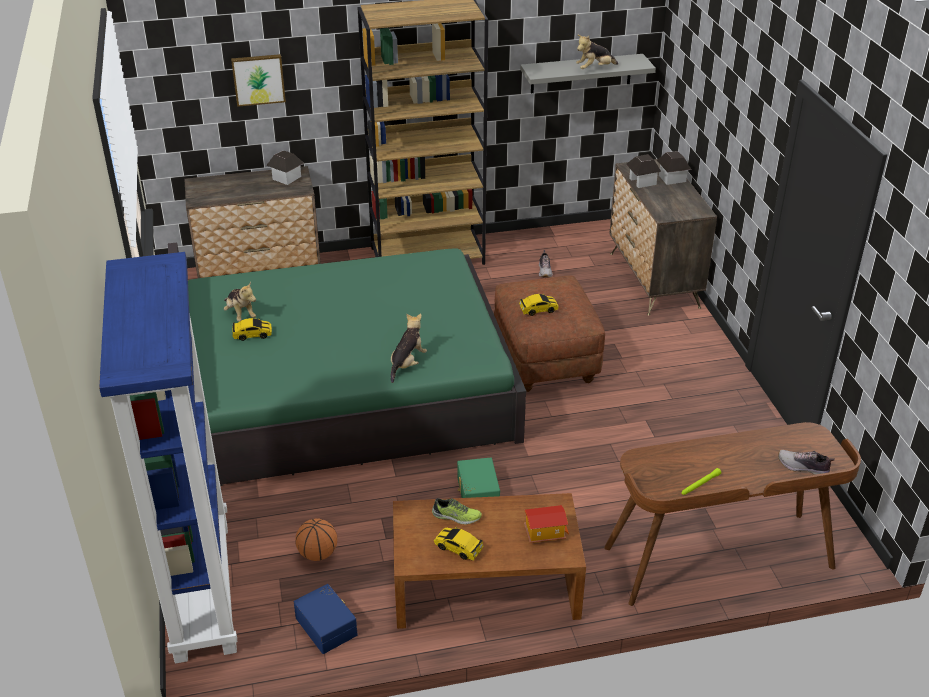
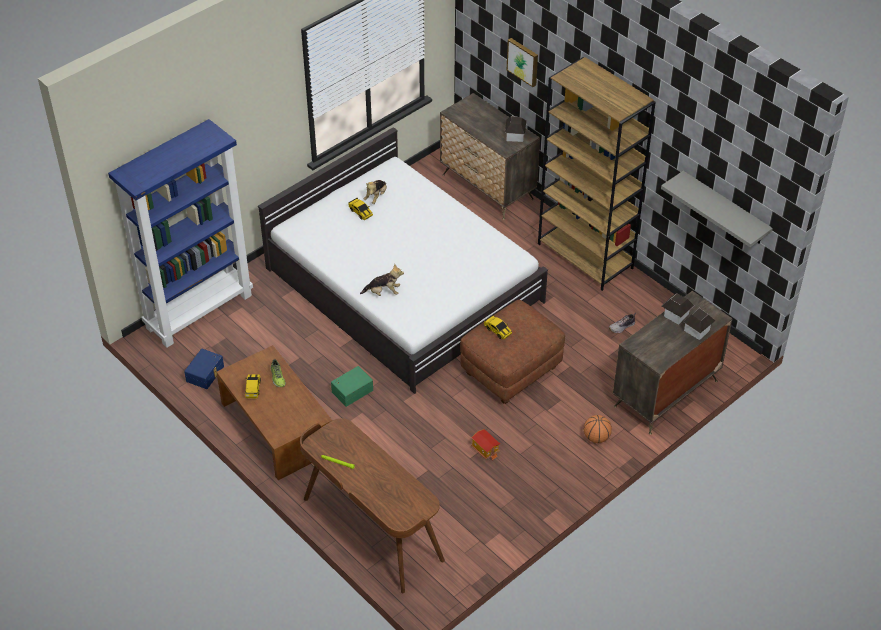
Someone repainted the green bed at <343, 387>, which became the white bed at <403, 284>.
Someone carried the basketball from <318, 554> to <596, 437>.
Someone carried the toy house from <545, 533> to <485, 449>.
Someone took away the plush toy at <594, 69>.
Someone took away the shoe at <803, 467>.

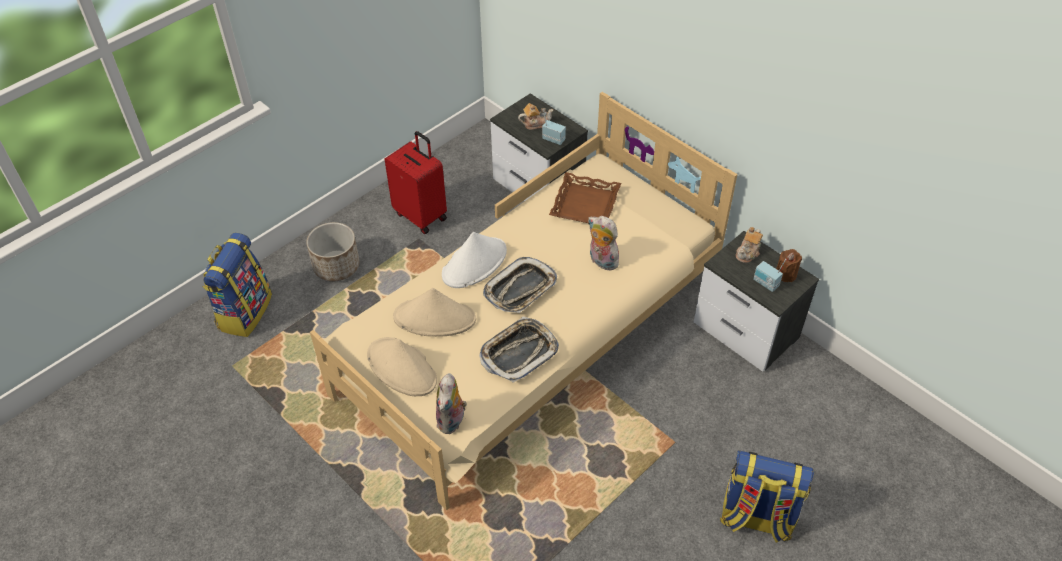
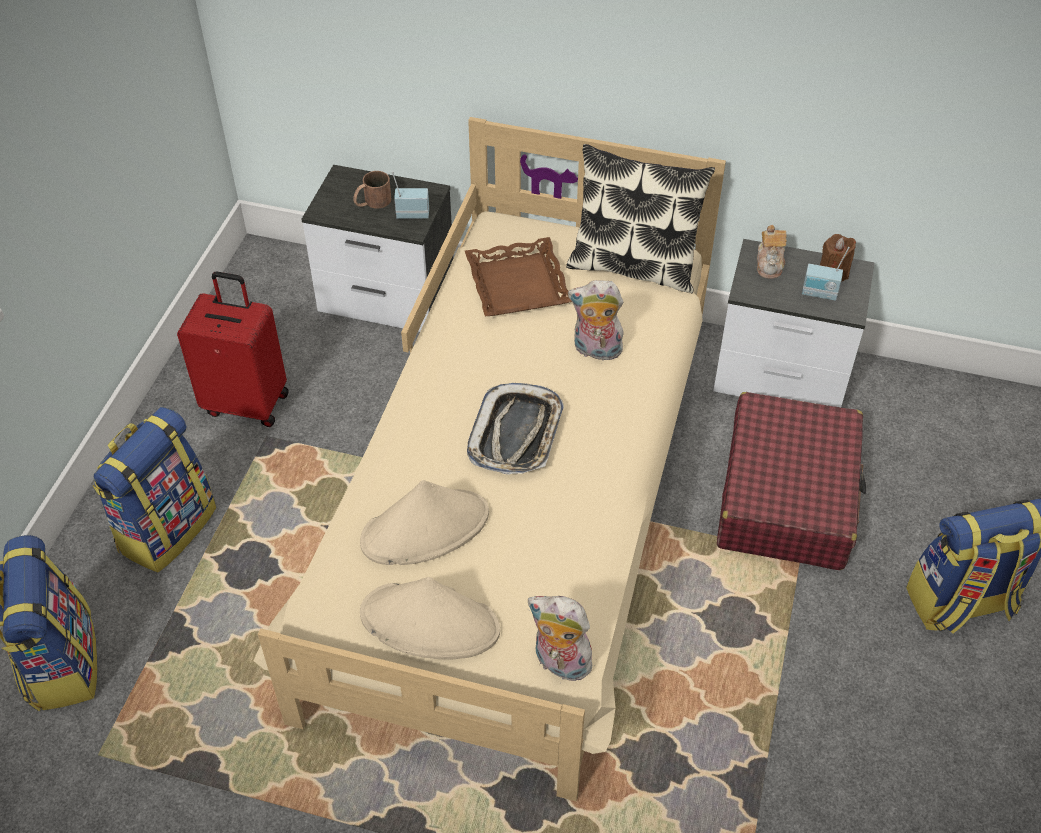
Someone swapped the planter at <336, 266> for the backpack at <166, 528>.
Someone rotated the plush toy at <452, 421> by 135 degrees clockwise.
Someone took away the white hat at <474, 263>.
Someone took away the tray at <519, 353>.
Someone swapped the teapot at <535, 123> for the brown mug at <372, 202>.
Someone put down the pillow at <633, 266>.
Someone put down the red suitcase at <787, 496>.

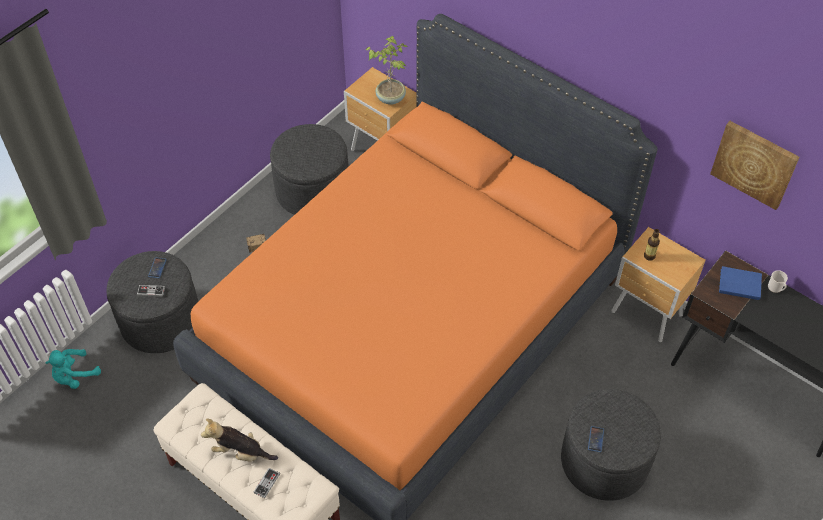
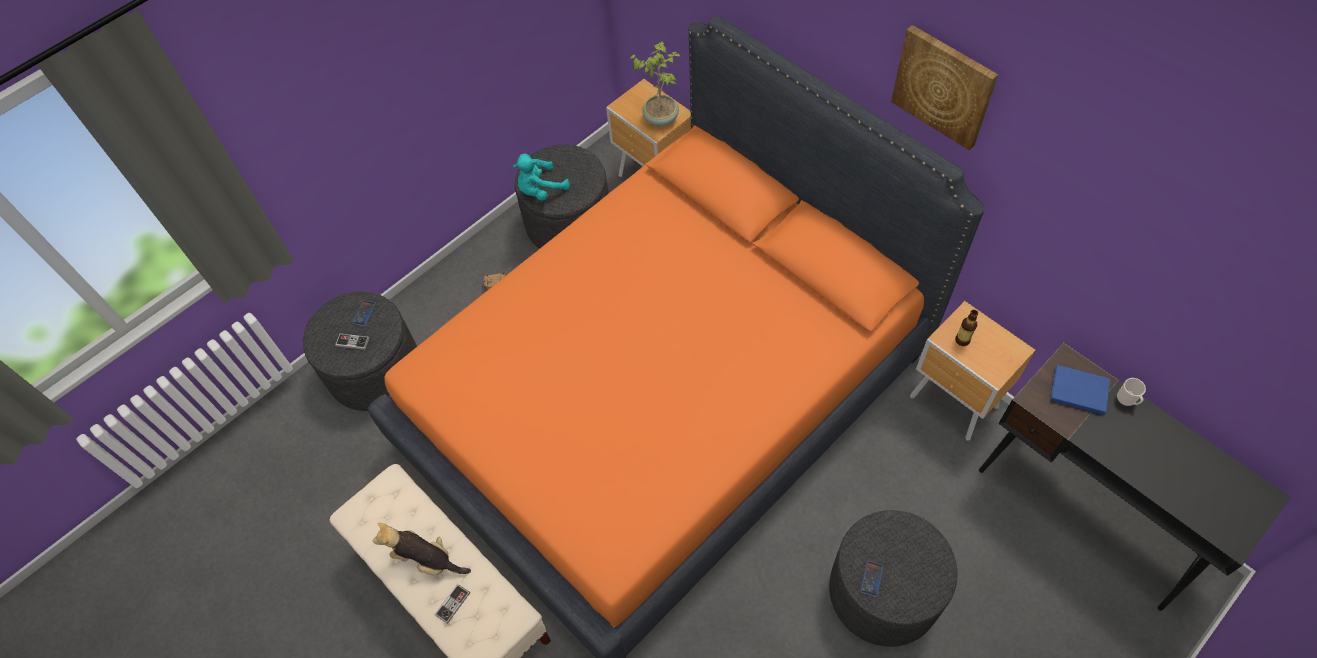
Someone carried the turquoise plush toy from <74, 376> to <540, 190>.
Someone carried the picture from <754, 163> to <944, 86>.

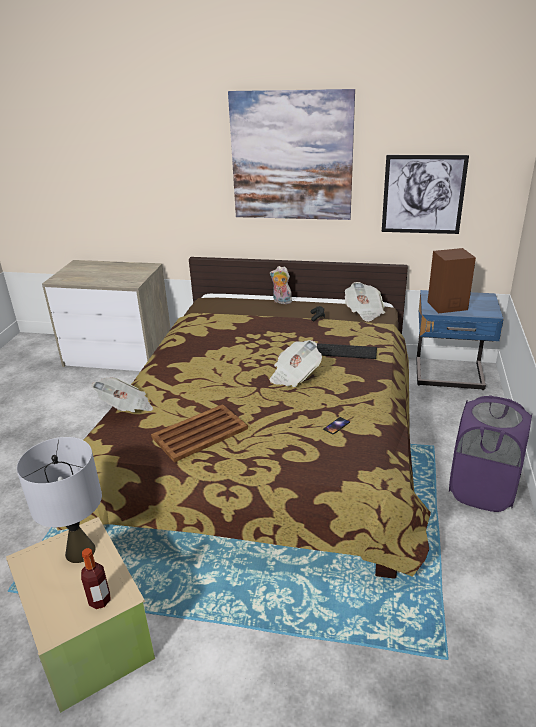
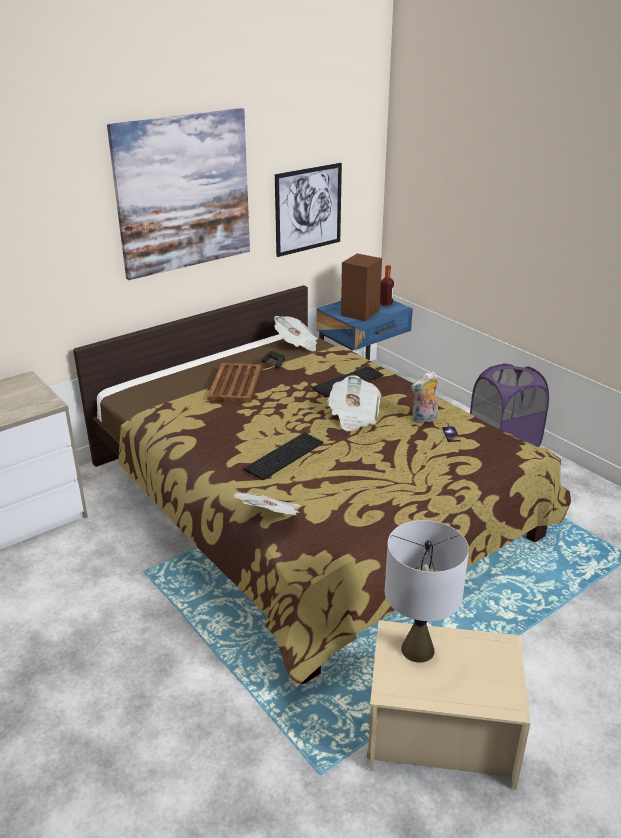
Someone carried the bottle from <100, 600> to <386, 304>.
Someone carried the brown tray from <199, 433> to <235, 383>.
Someone carried the plush toy from <281, 302> to <424, 419>.
Someone put down the keyboard at <284, 455>.

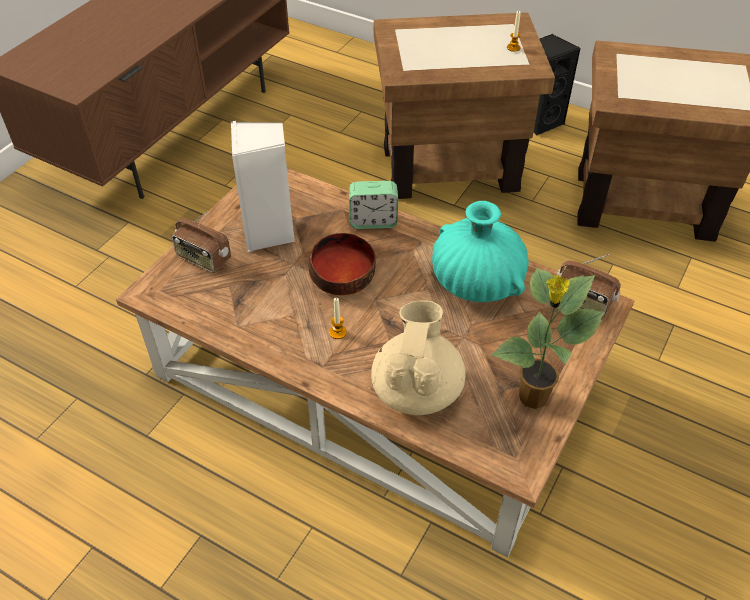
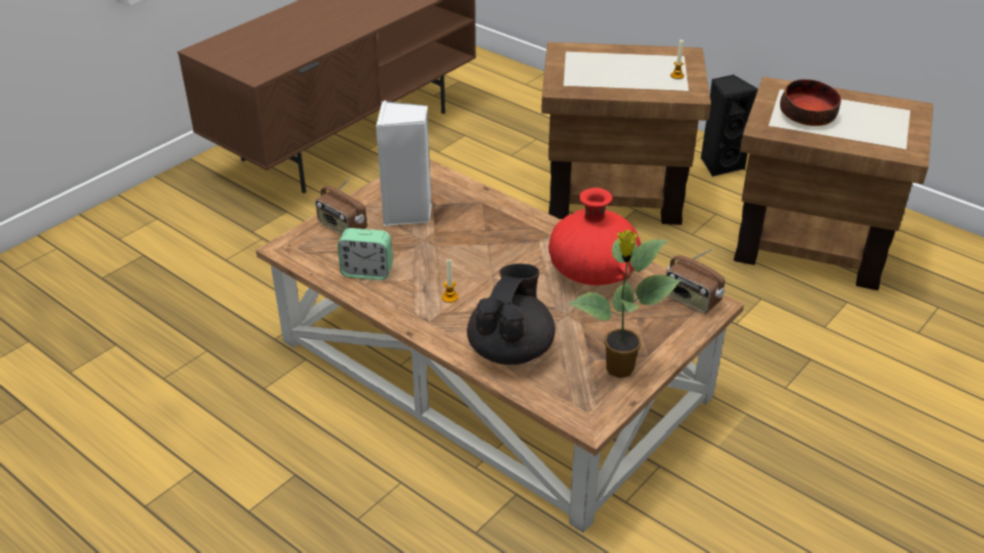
Someone carried the bowl from <342, 275> to <807, 115>.
Someone carried the alarm clock from <373, 221> to <367, 272>.
Someone repainted the beige teapot at <417, 389>, which became the black teapot at <511, 349>.
Someone repainted the turquoise vase at <476, 283>, which became the red vase at <592, 273>.

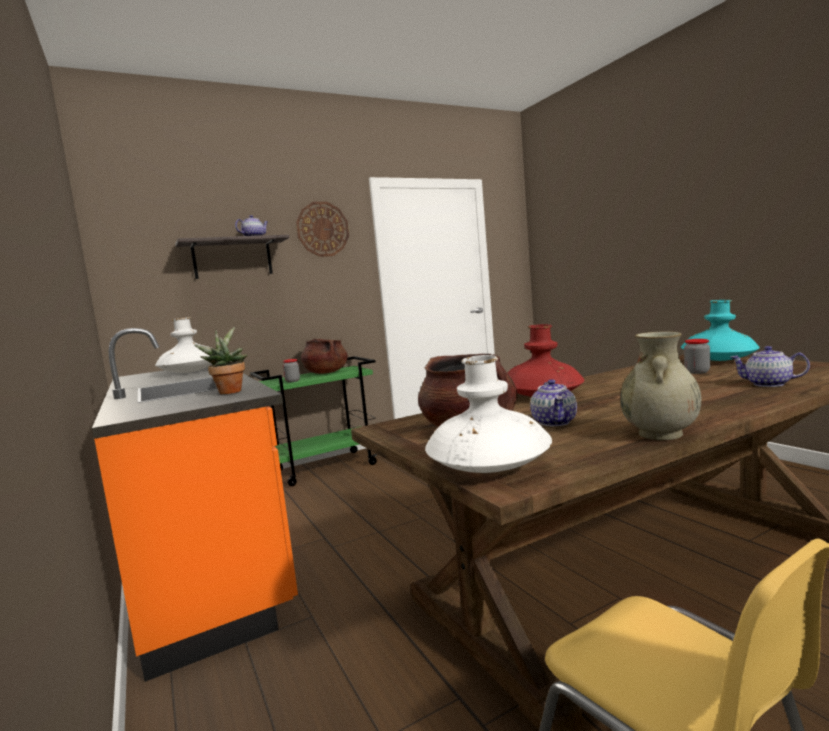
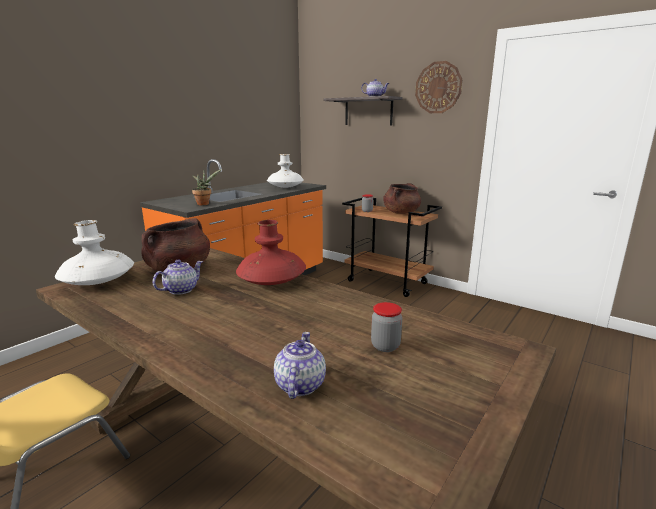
Someone repainted the green cart at <326, 467>, which became the brown cart at <388, 282>.
Someone rotated the teapot at <555, 422> by 150 degrees clockwise.
Someone took away the beige vase at <660, 434>.
Someone took away the turquoise vase at <719, 360>.

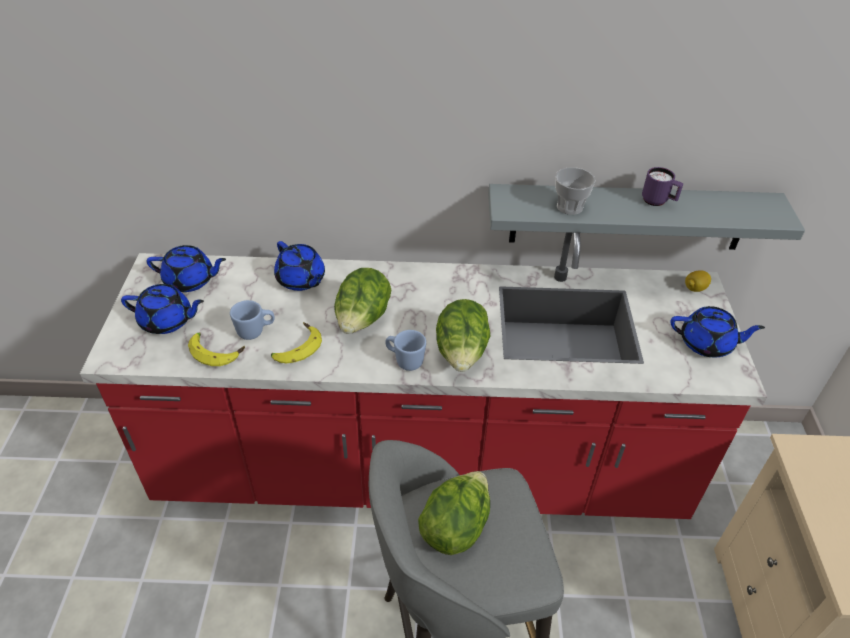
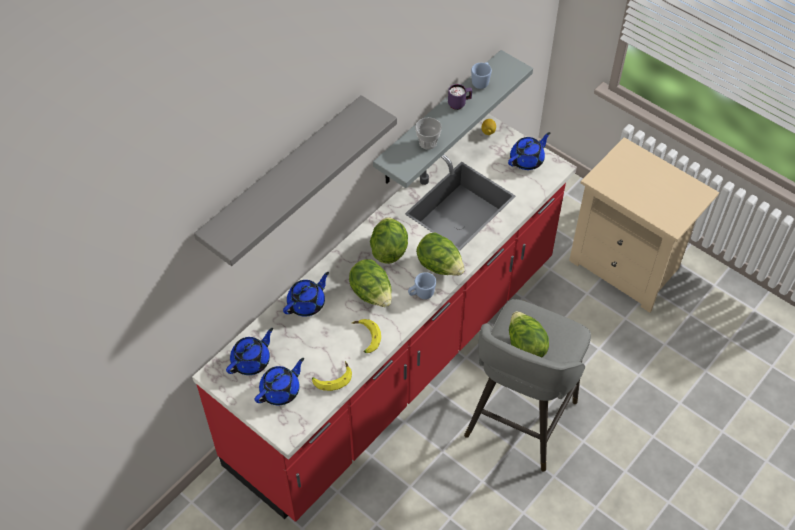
Someone carried the blue mug from <255, 331> to <481, 81>.
Someone rotated the blue teapot at <301, 280> by 45 degrees counterclockwise.
Someone put up the grey shelf at <283, 179>.
Someone put down the lettuce at <388, 250>.

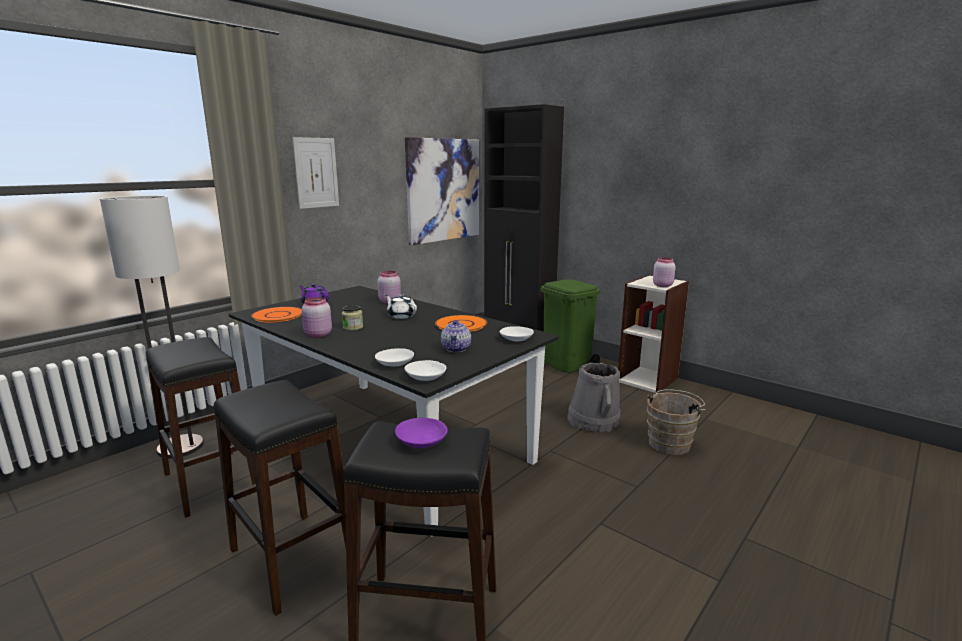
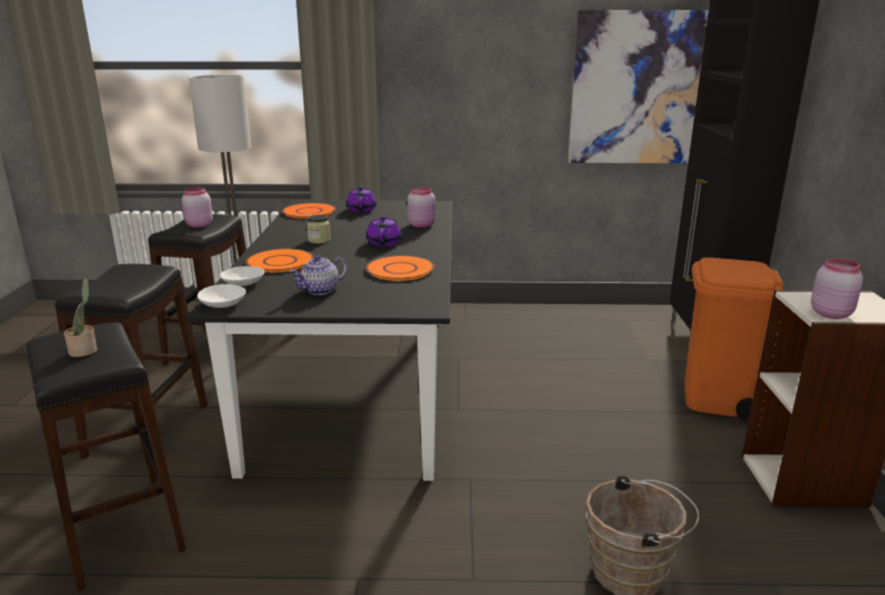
Someone took away the picture at <316, 173>.
Someone carried the pink jar from <317, 335> to <198, 225>.
Someone repainted the white teapot at <401, 316>, which became the purple teapot at <384, 242>.
Someone swapped the purple bowl at <422, 441> for the potted plant at <85, 350>.
Someone took away the white bowl at <516, 339>.
Someone repainted the green trash can at <567, 364>, which became the orange trash can at <716, 399>.
Someone took away the grey bucket at <593, 421>.
Someone put down the orange plate at <279, 262>.

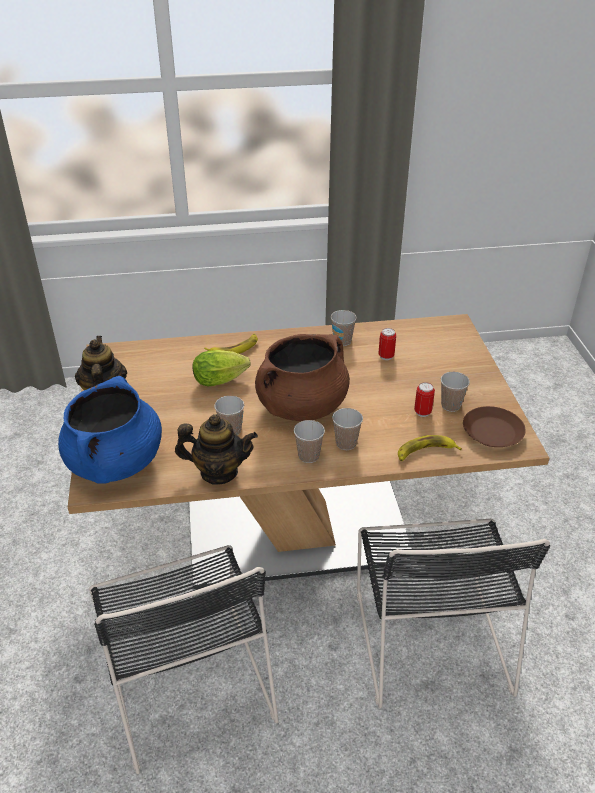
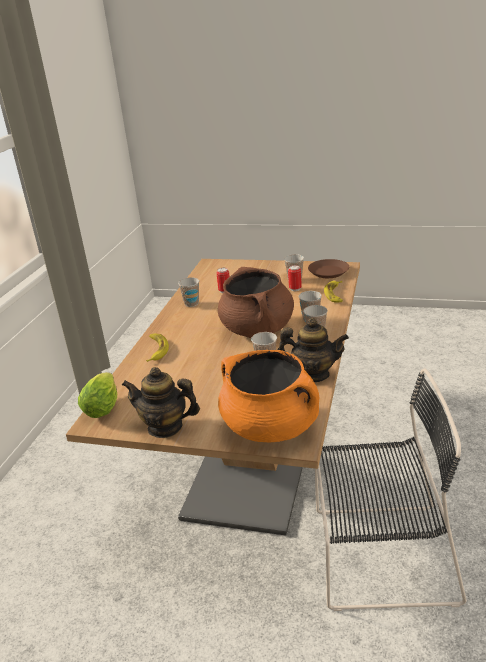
Someone repainted the blue cooking pot at <115, 462>, which became the orange cooking pot at <271, 427>.
Someone rotated the teapot at <218, 472> by 75 degrees clockwise.
Someone carried the lettuce from <223, 380> to <103, 406>.
Someone took away the black chair at <430, 635>.

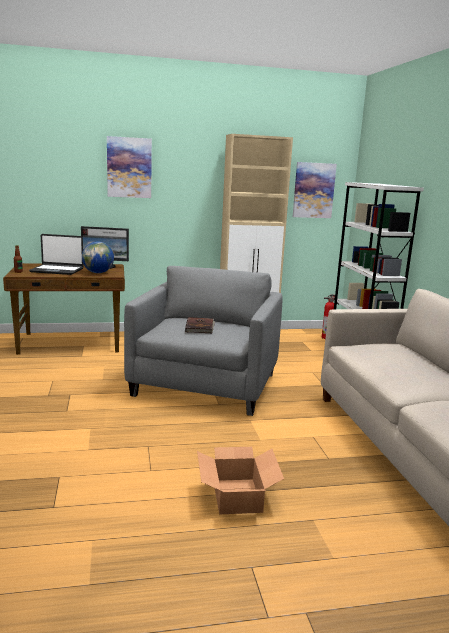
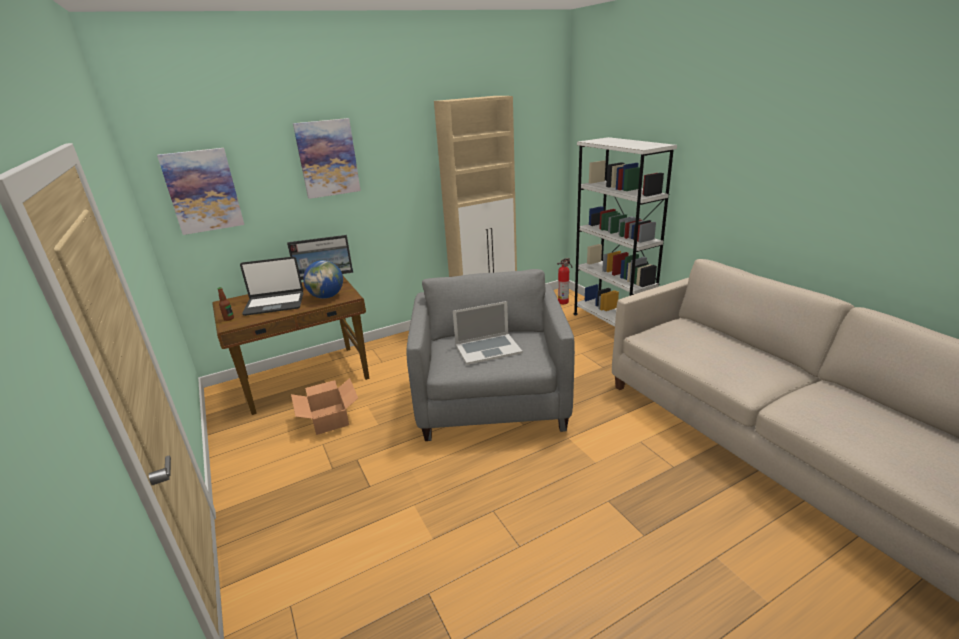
Someone swapped the brown book at <200, 327> for the laptop at <488, 348>.
Someone carried the cardboard box from <237, 496> to <330, 418>.
Someone carried the picture from <313, 190> to <203, 191>.

